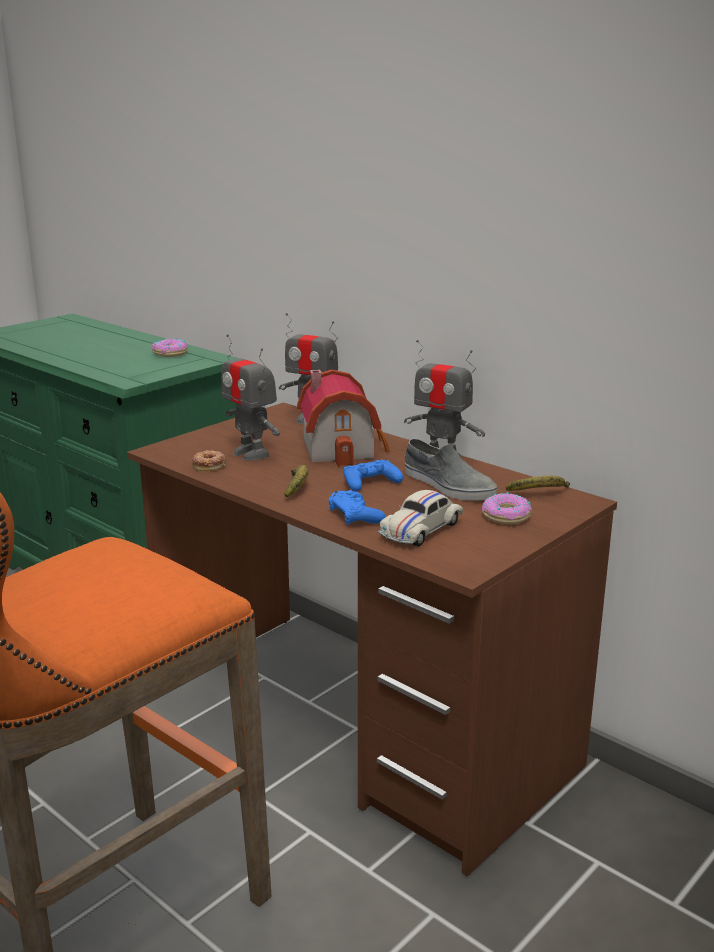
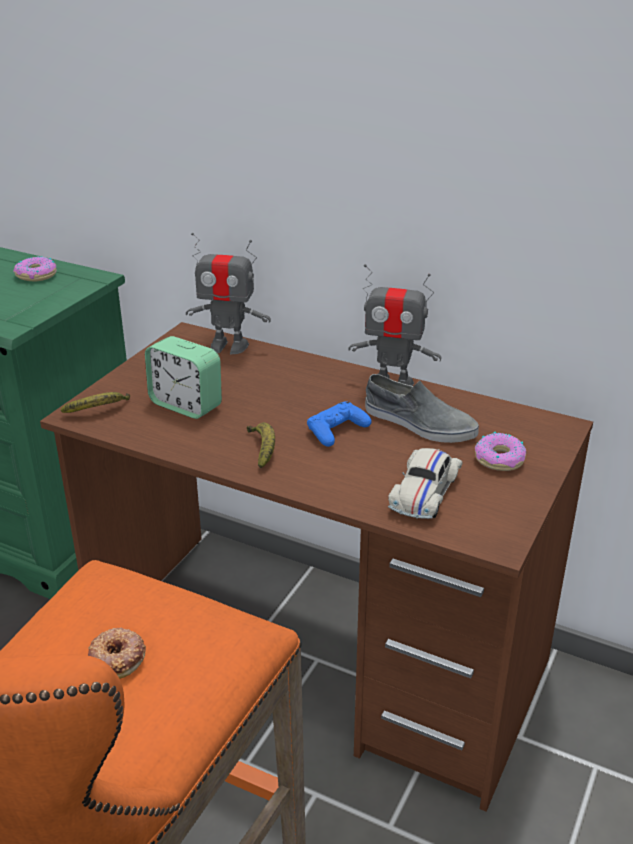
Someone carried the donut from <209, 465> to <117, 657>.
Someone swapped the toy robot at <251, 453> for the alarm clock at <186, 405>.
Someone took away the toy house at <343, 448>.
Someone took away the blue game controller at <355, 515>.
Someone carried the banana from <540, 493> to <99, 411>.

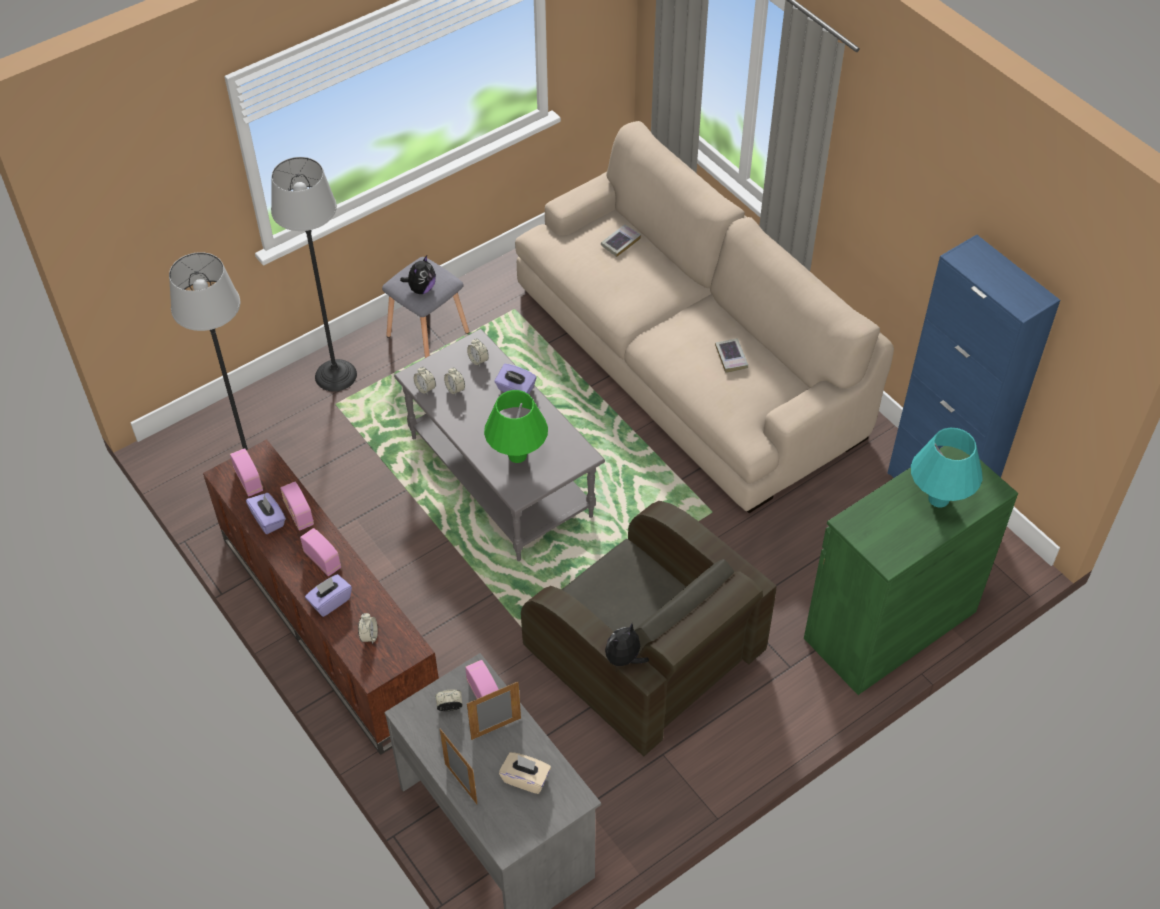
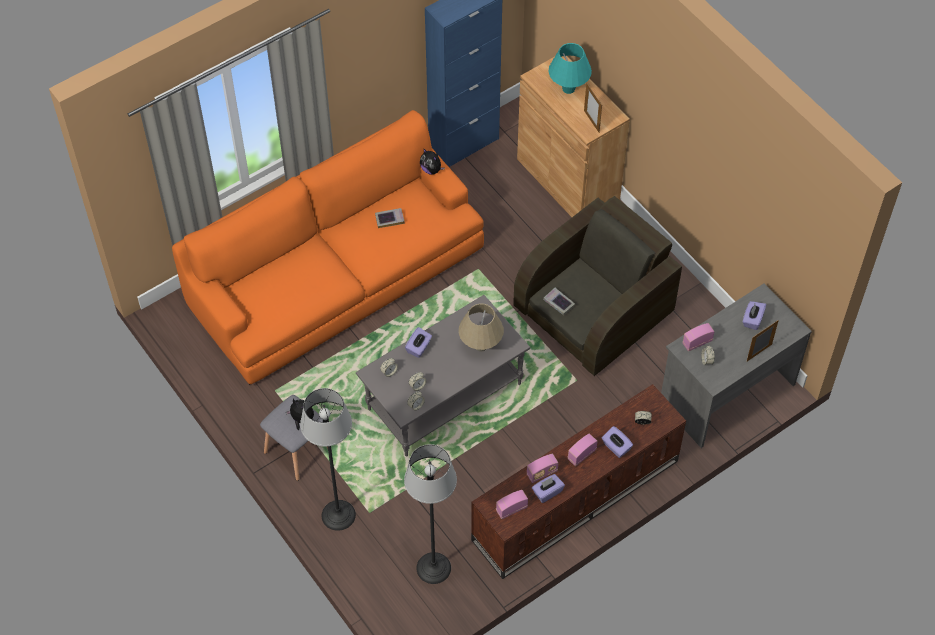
Someone carried the picture frame from <496, 728> to <591, 121>.
Someone repainted the green table lamp at <517, 455>, which became the beige table lamp at <481, 346>.
Someone repainted the beige tissue box at <525, 778>, which became the purple tissue box at <752, 320>.
Someone repainted the beige sofa at <688, 360>, which became the orange sofa at <337, 277>.
Someone carried the book from <620, 242> to <558, 303>.
Someone carried the plush toy from <624, 659> to <431, 169>.
Someone repainted the green cabinet at <890, 625>, which became the brown cabinet at <568, 180>.

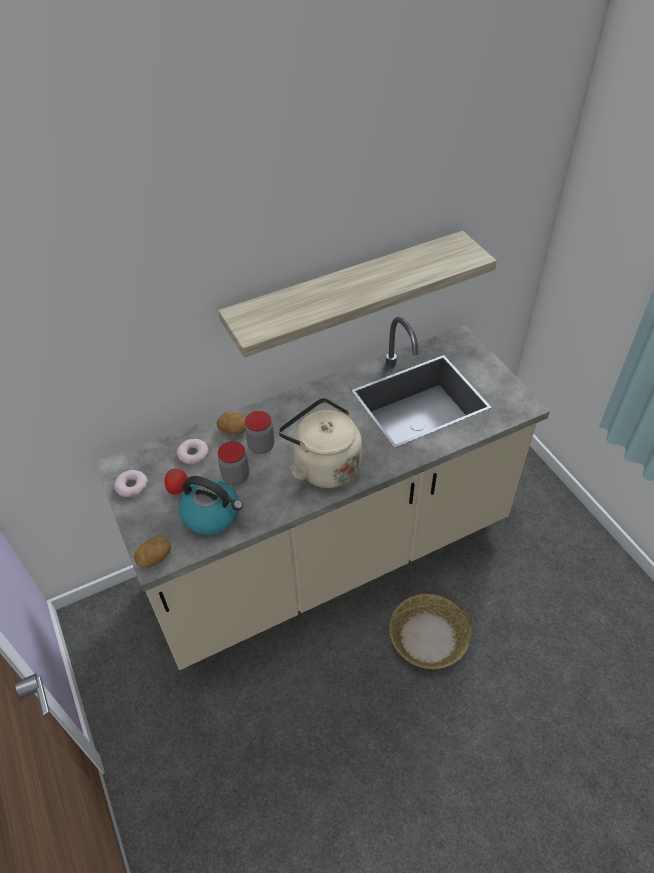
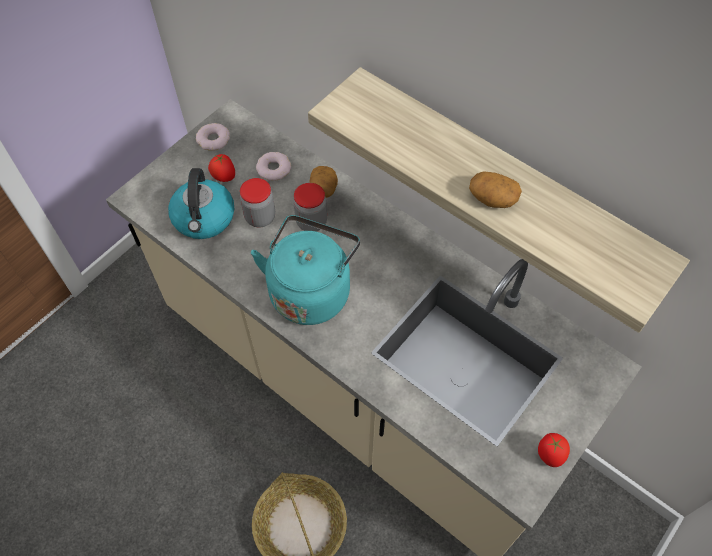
Someone carried the potato from <154, 557> to <492, 198>.
Someone repainted the beige kettle at <323, 465>, which became the turquoise kettle at <311, 290>.
Someone put down the tomato at <549, 455>.

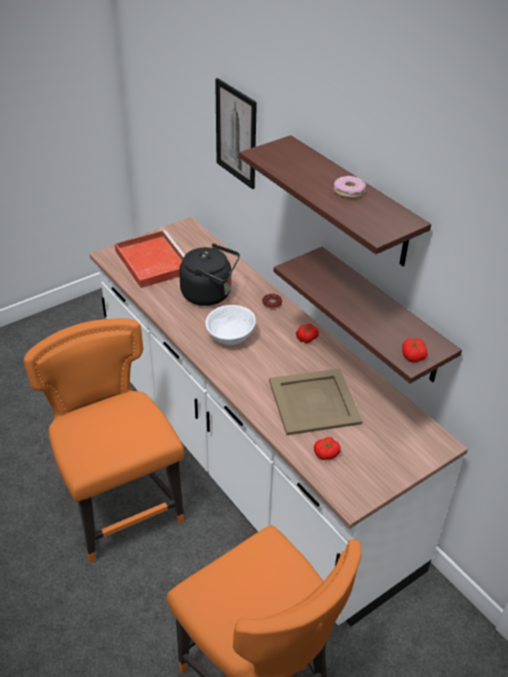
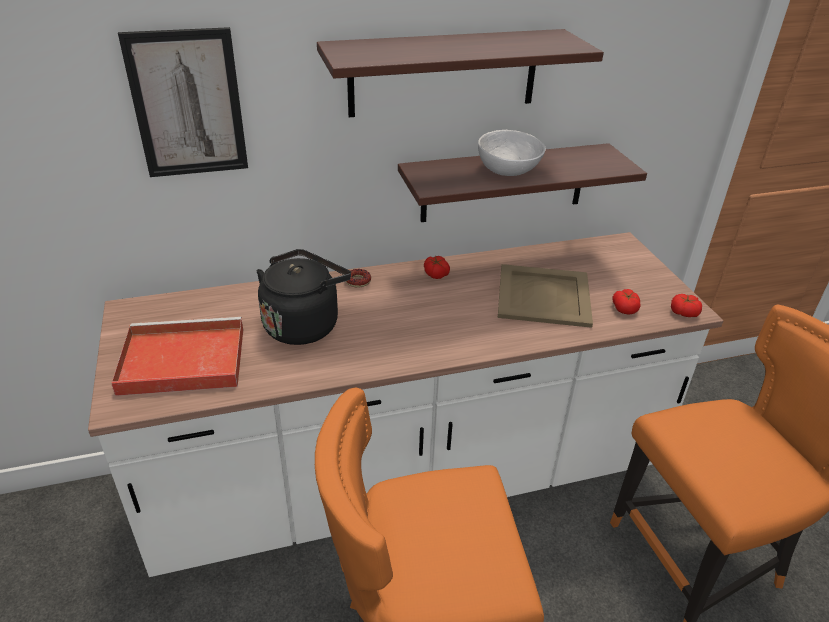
Someone carried the white bowl from <230, 336> to <507, 169>.
Someone took away the donut at <349, 191>.
Someone carried the tomato from <413, 356> to <684, 312>.

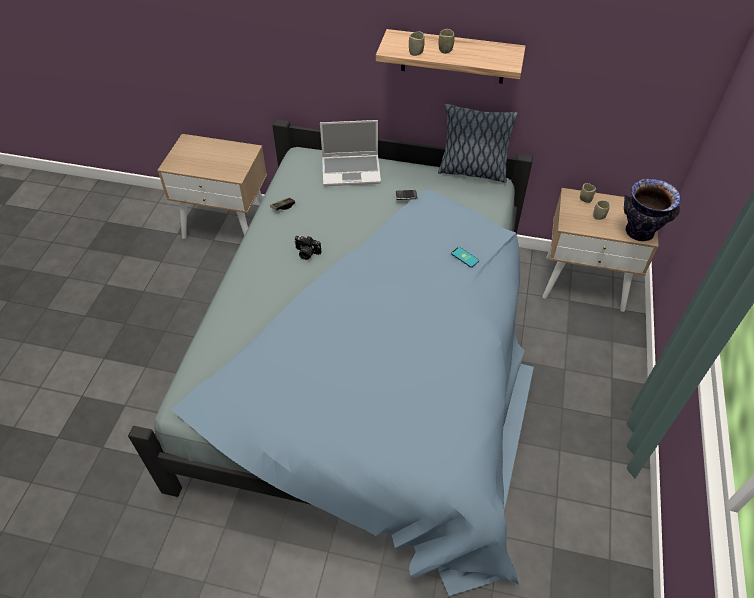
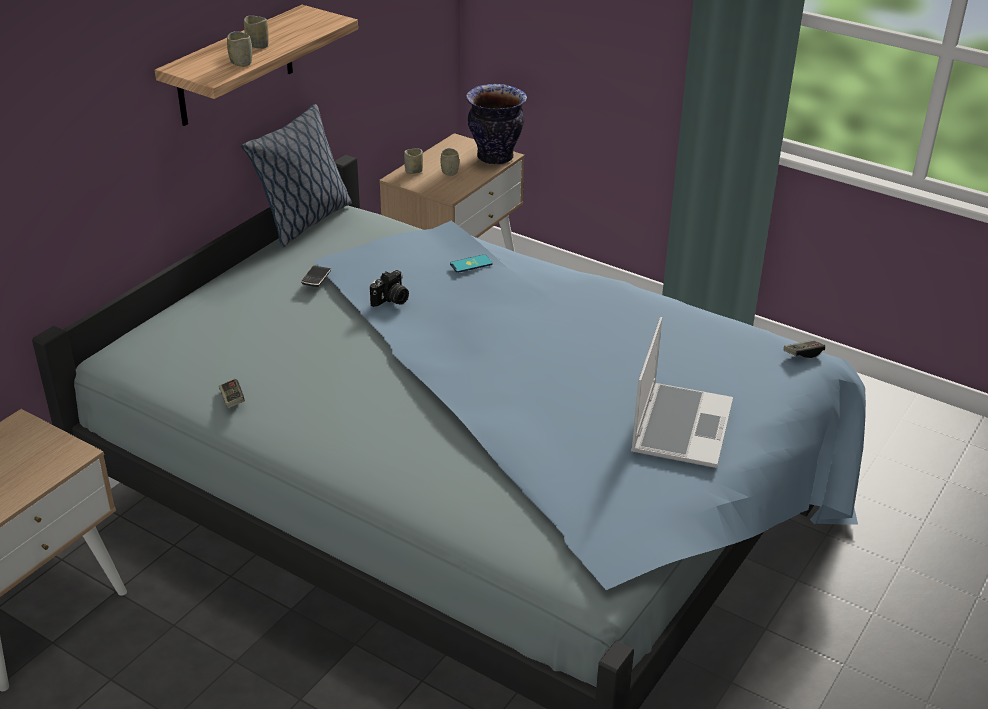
Someone carried the photo camera from <306, 253> to <391, 300>.
Someone carried the laptop from <352, 171> to <680, 426>.
Someone put down the game controller at <803, 354>.

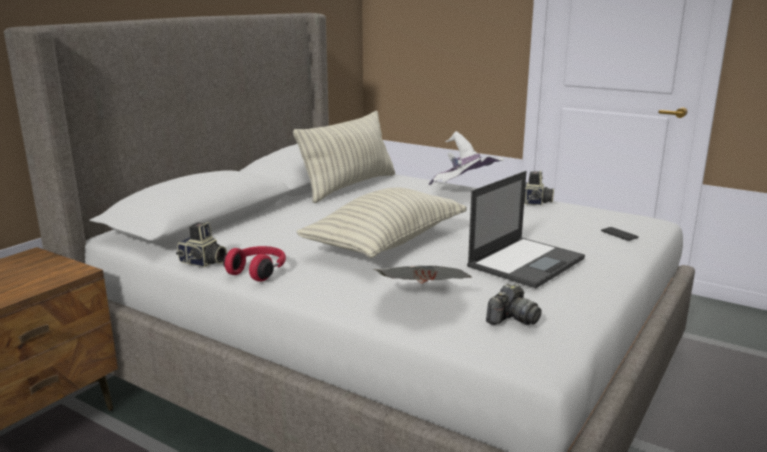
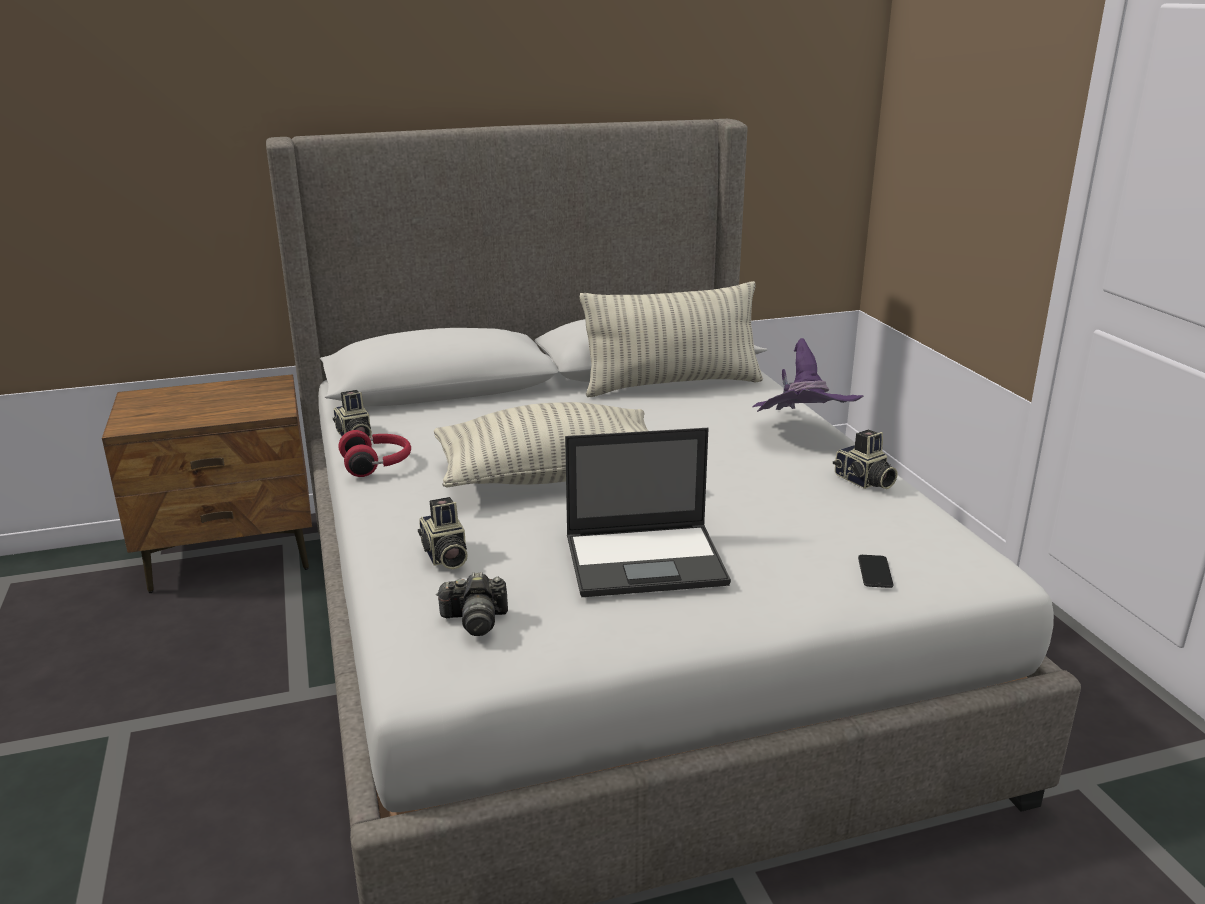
Someone swapped the newspaper at <422, 298> for the photo camera at <444, 556>.
Someone repainted the white hat at <465, 192>, which became the purple hat at <801, 435>.

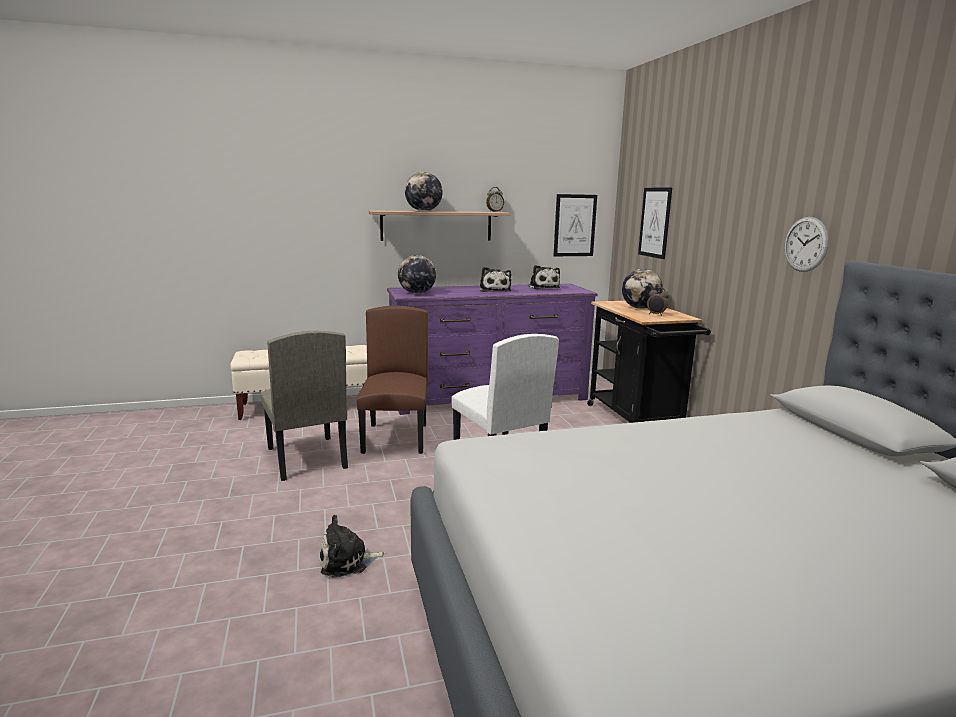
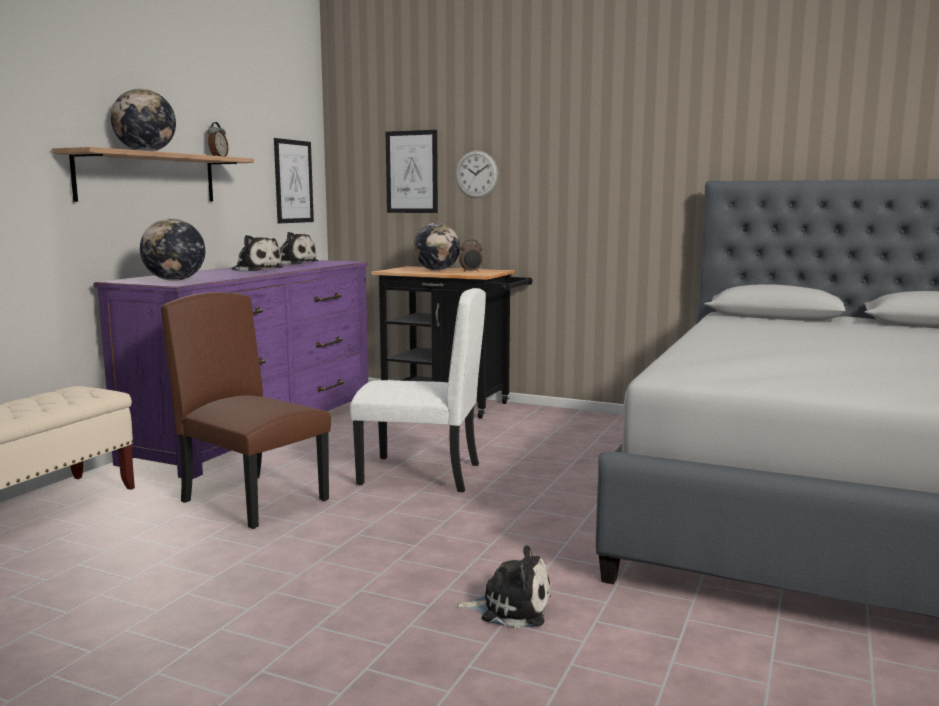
Someone took away the beige chair at <306, 458>.
Someone rotated the plush toy at <347, 561> by 105 degrees counterclockwise.
Someone carried the wall clock from <805, 244> to <476, 174>.

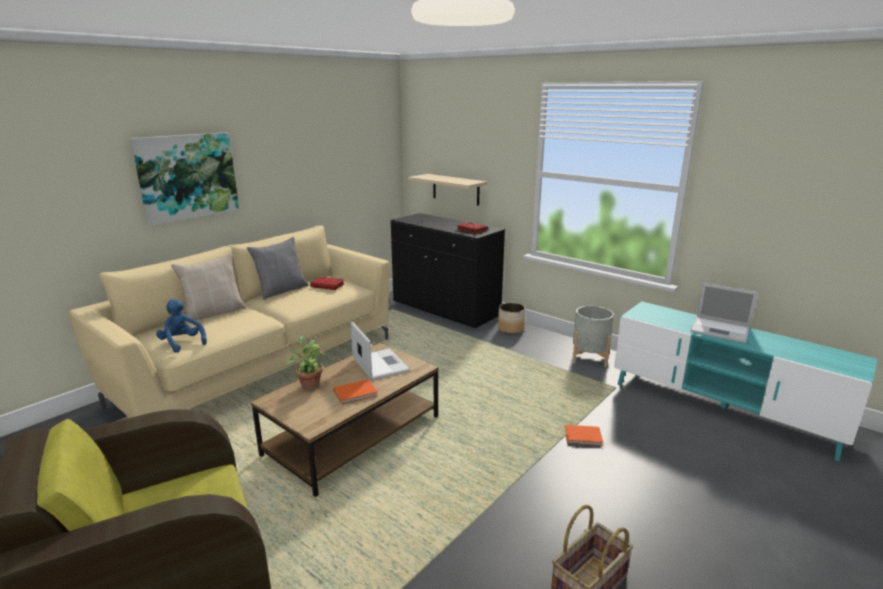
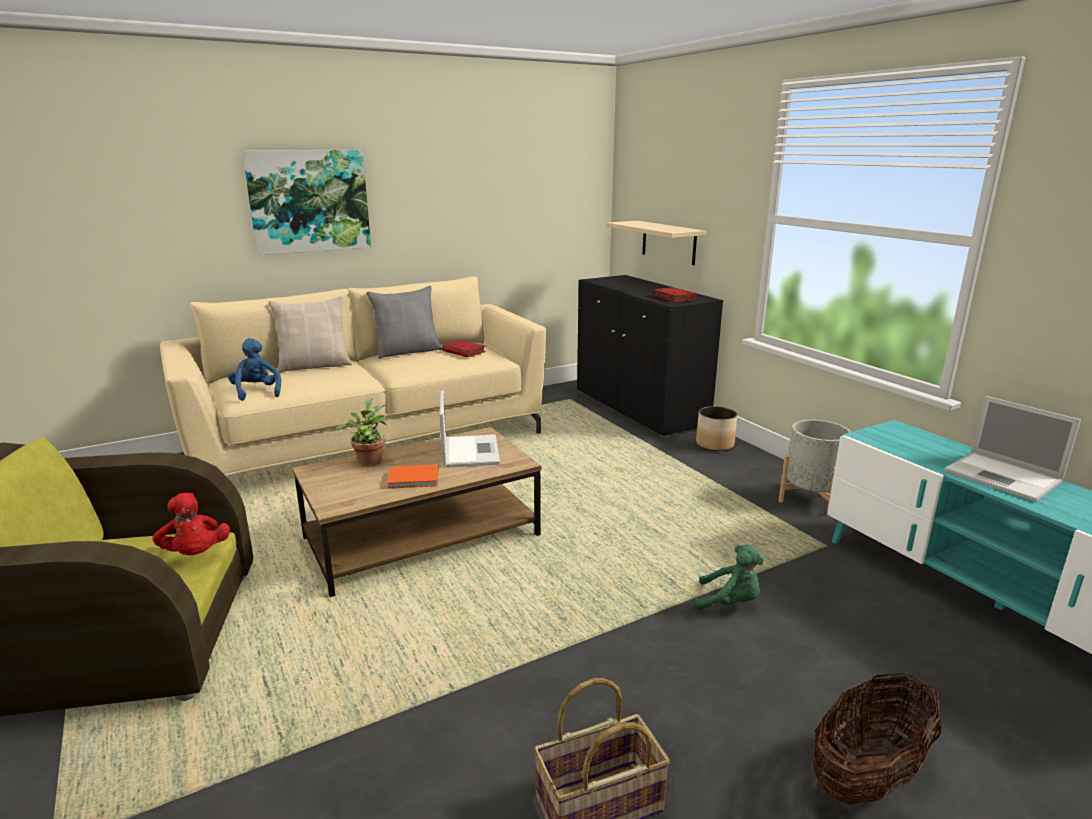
Someone swapped the orange book at <584, 437> for the green plush toy at <729, 602>.
Someone put down the red plush toy at <195, 555>.
Someone put down the basket at <868, 775>.

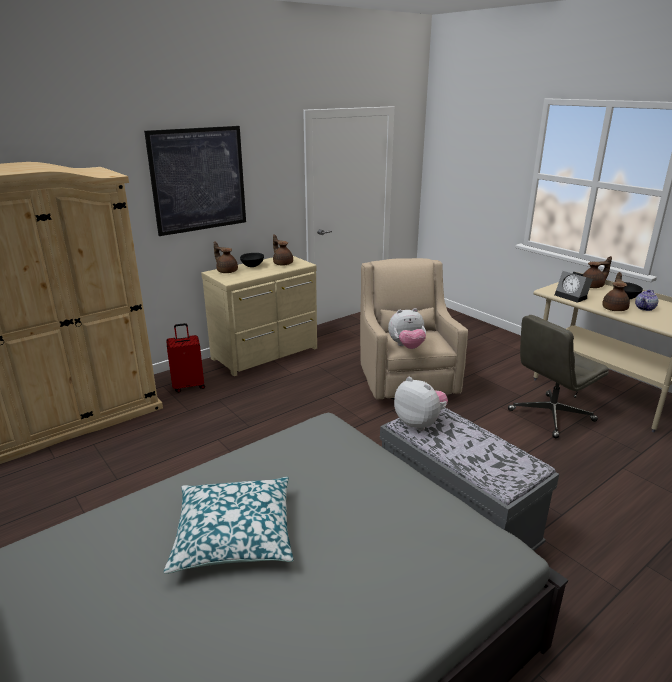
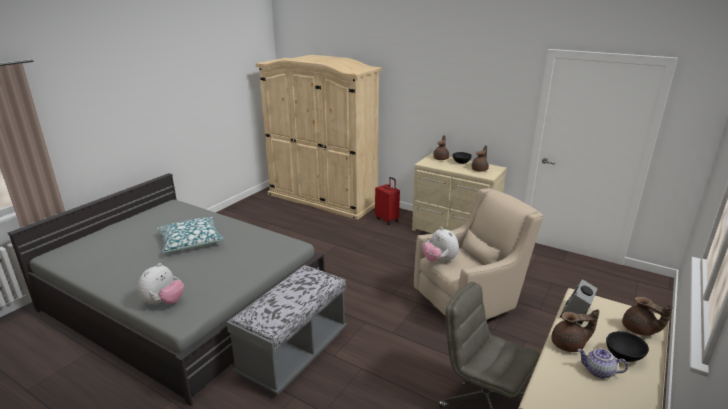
Someone took away the picture at <198, 180>.
Someone carried the plush toy from <419, 423> to <164, 302>.

